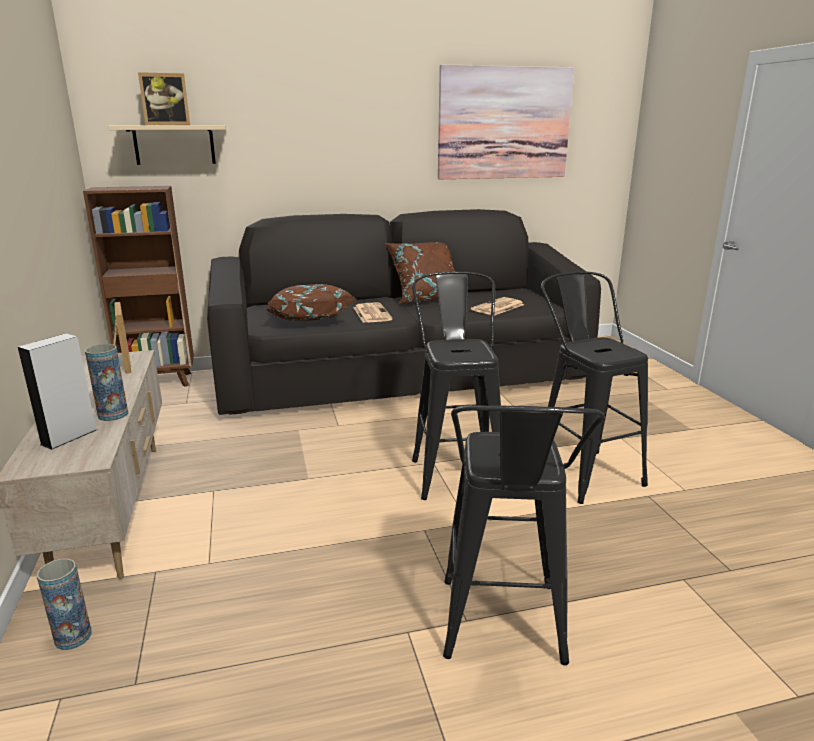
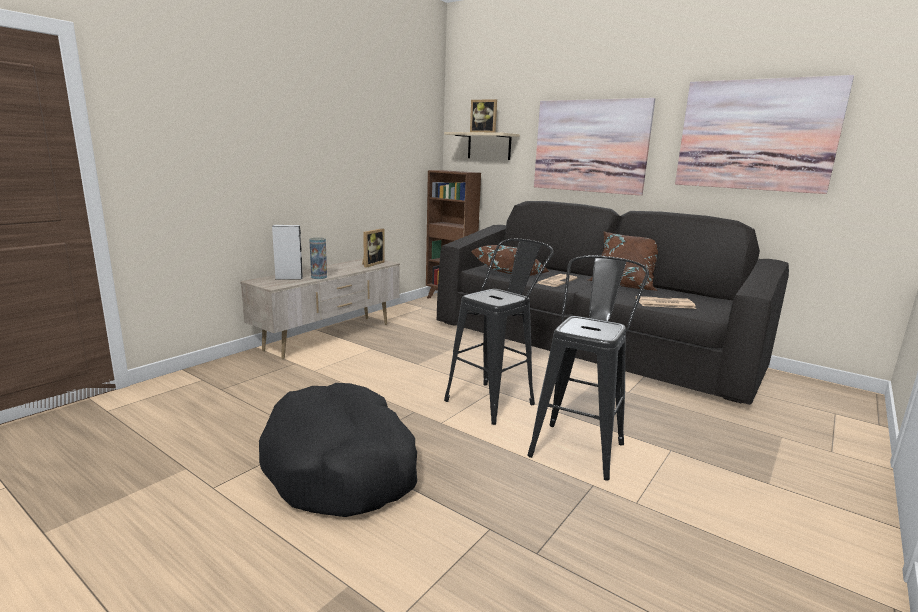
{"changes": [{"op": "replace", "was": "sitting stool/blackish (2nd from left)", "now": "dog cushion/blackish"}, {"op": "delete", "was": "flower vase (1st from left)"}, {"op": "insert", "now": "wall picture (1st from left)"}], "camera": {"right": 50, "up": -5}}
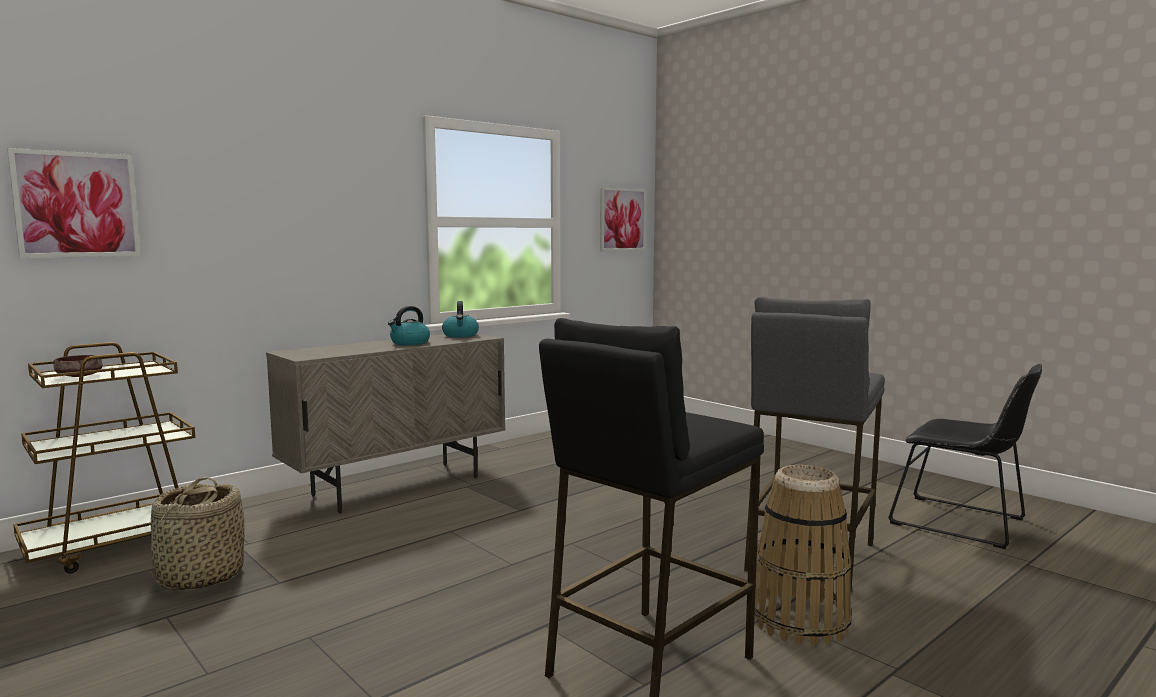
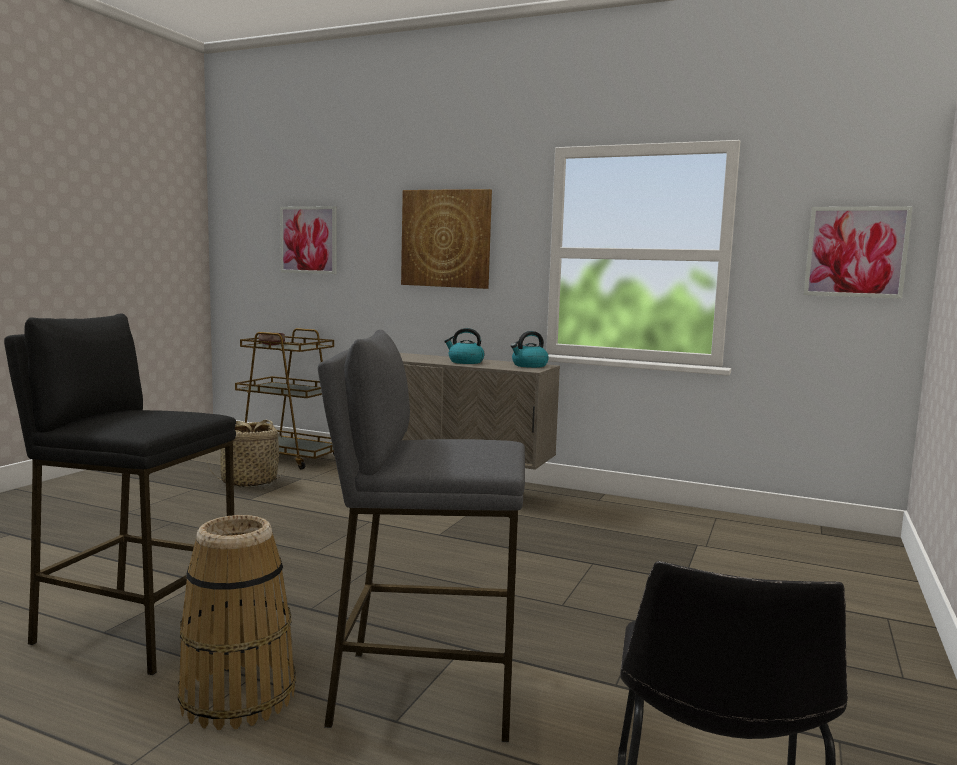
{"changes": [{"op": "insert", "now": "wall picture (2nd from left)"}], "camera": {"right": 65, "up": 0}}
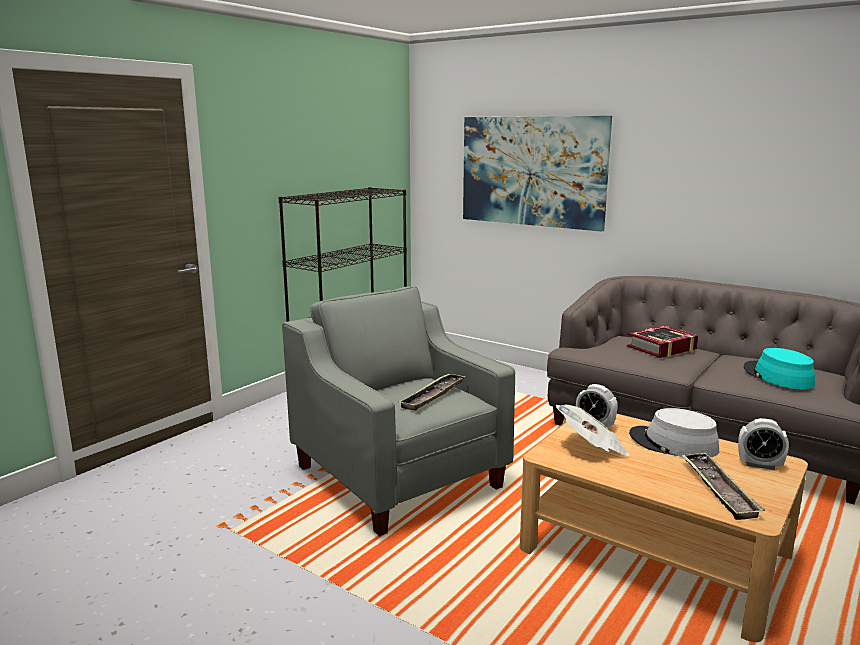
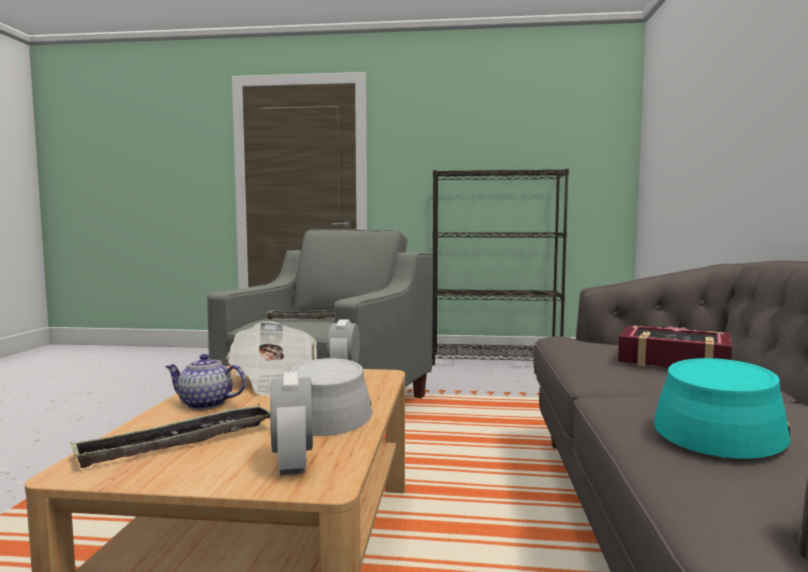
{"changes": [{"op": "delete", "was": "wall picture"}, {"op": "insert", "now": "teapot"}], "camera": {"right": 60, "up": -10}}
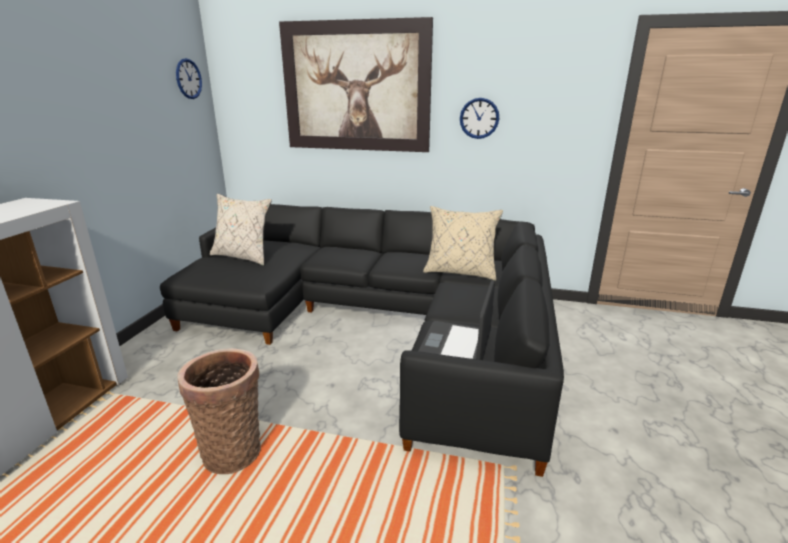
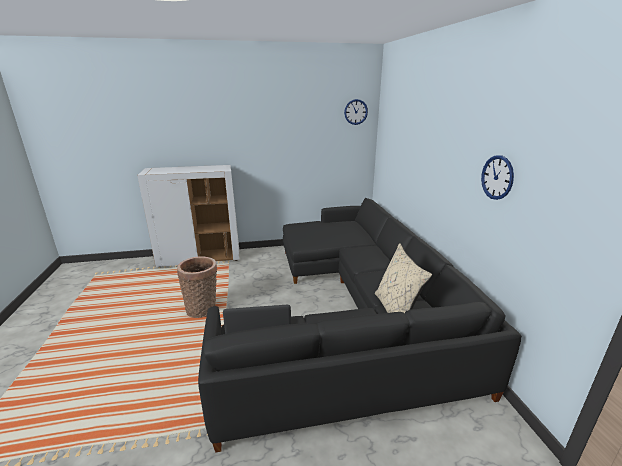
{"changes": [{"op": "delete", "was": "wall picture"}, {"op": "delete", "was": "pillow/sand-coloured (1st from left)"}], "camera": {"right": 65, "up": 0}}
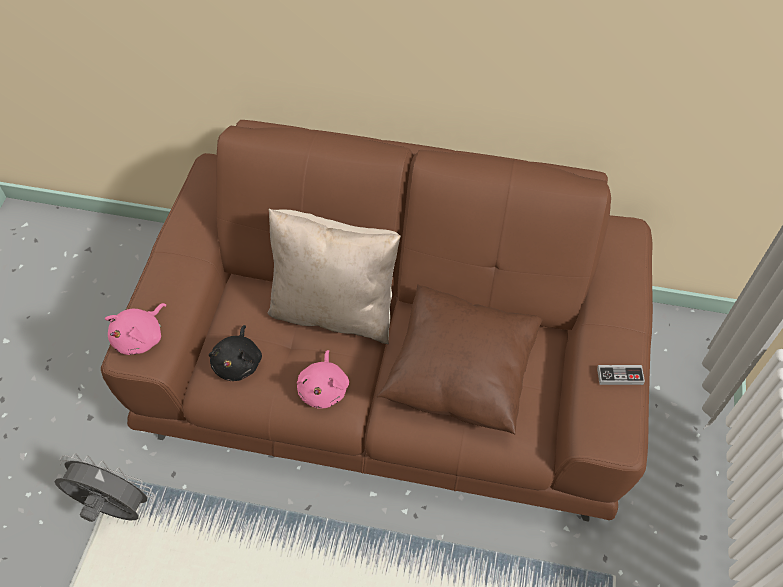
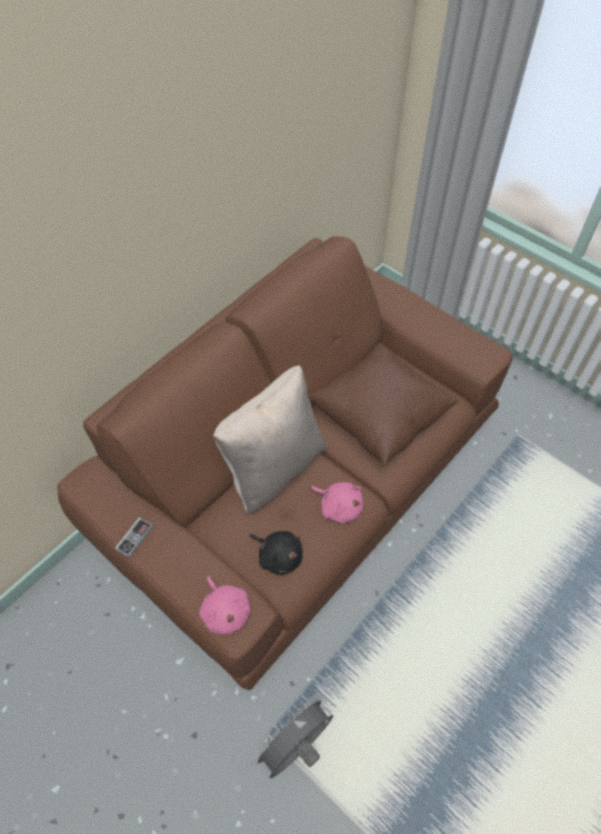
{"changes": [{"op": "move", "was": "joypad"}], "camera": {"right": -60, "up": 0}}
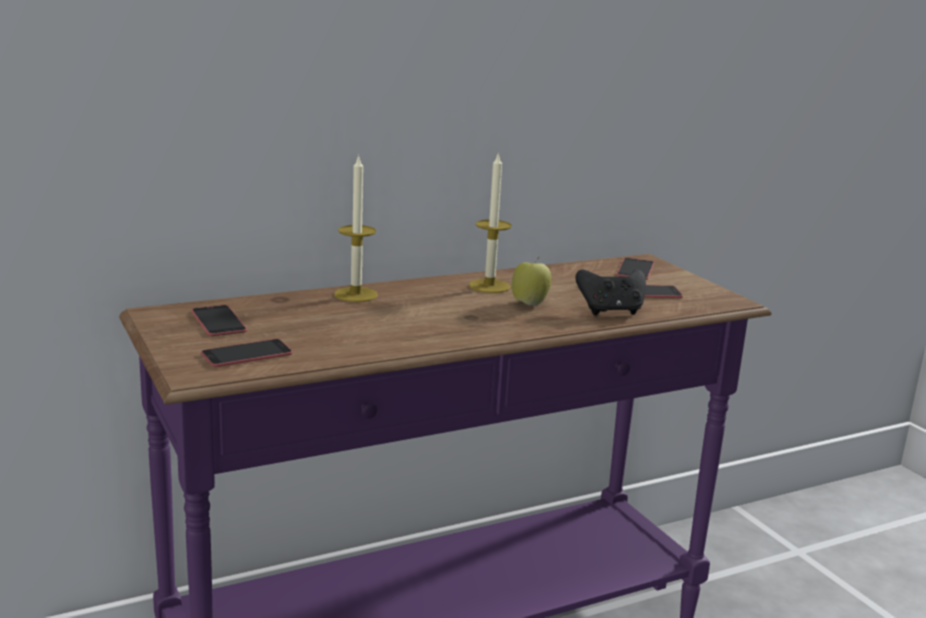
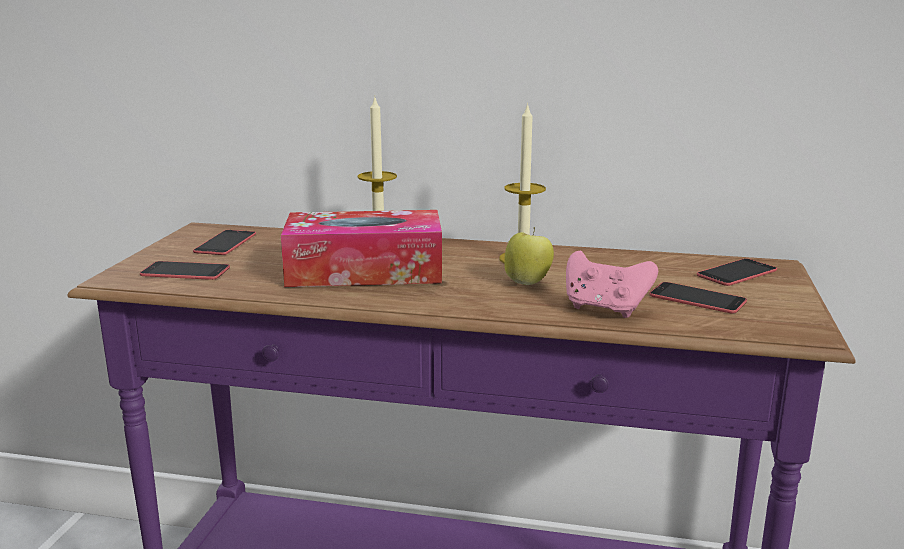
{"changes": [{"op": "recolor", "was": "joypad/blackish", "now": "joypad/pink-coloured"}, {"op": "insert", "now": "box of tissues"}], "camera": {"right": 40, "up": 0}}
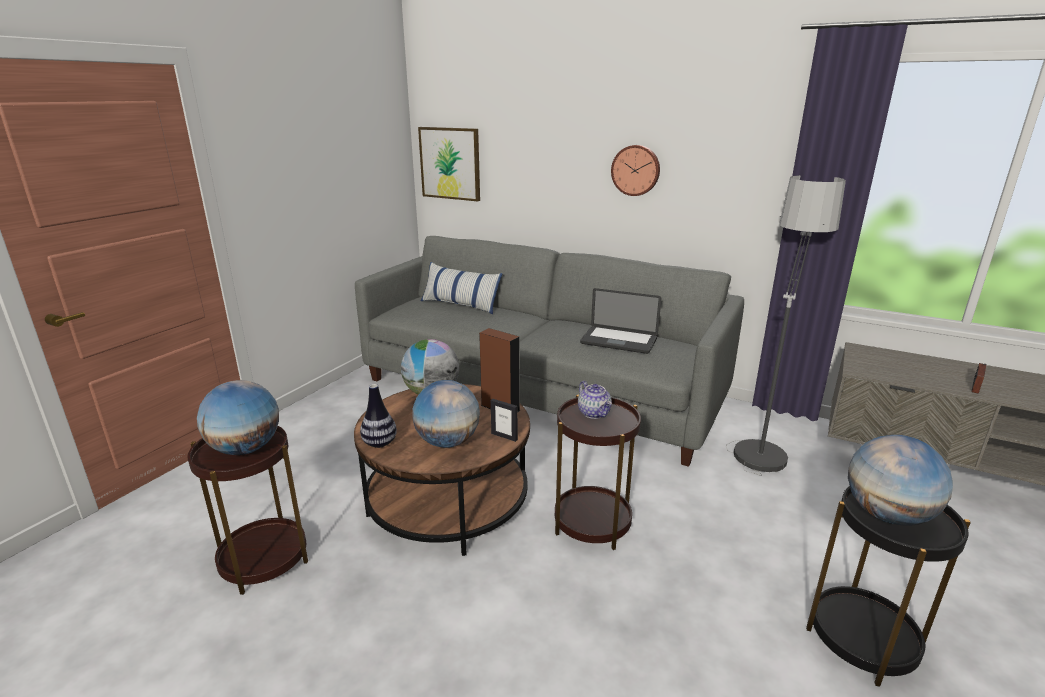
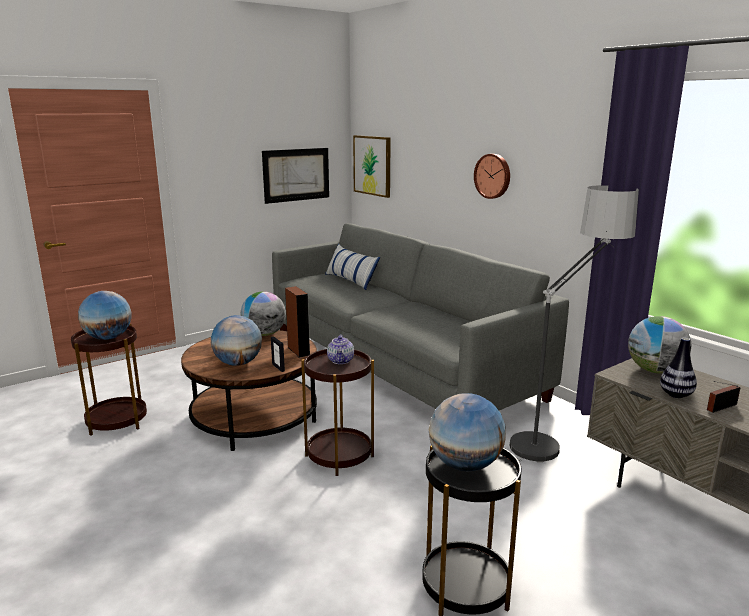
{"changes": [{"op": "delete", "was": "notebook computer"}, {"op": "move", "was": "flower vase"}, {"op": "insert", "now": "wall picture (1st from left)"}, {"op": "insert", "now": "globe (5th from left)"}], "camera": {"right": 25, "up": -5}}
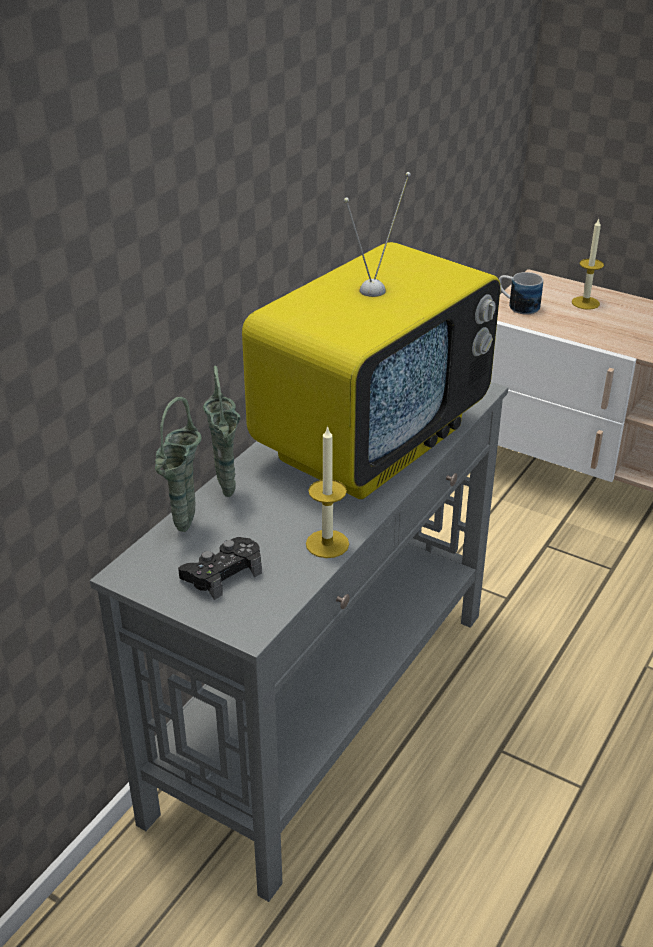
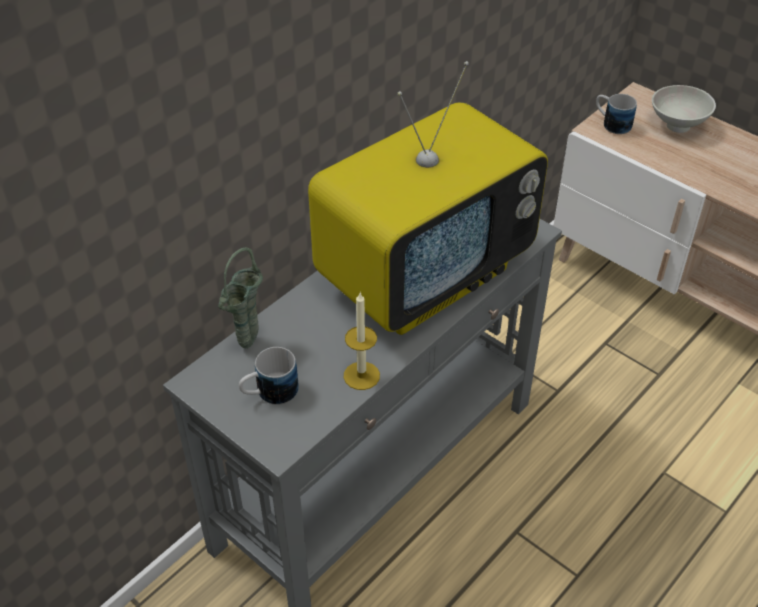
{"changes": [{"op": "replace", "was": "wax candle (2nd from left)", "now": "bowl/white-coloured"}, {"op": "delete", "was": "flower vase/green-coloured (2nd from left)"}, {"op": "replace", "was": "joypad/blackish", "now": "mug (1st from left)"}], "camera": {"right": 10, "up": 10}}
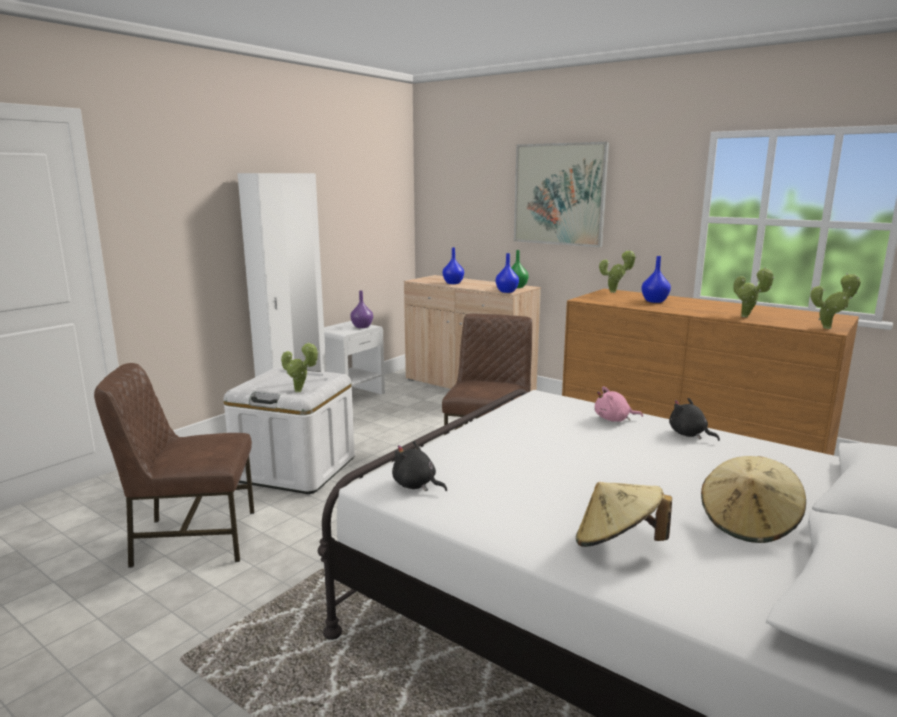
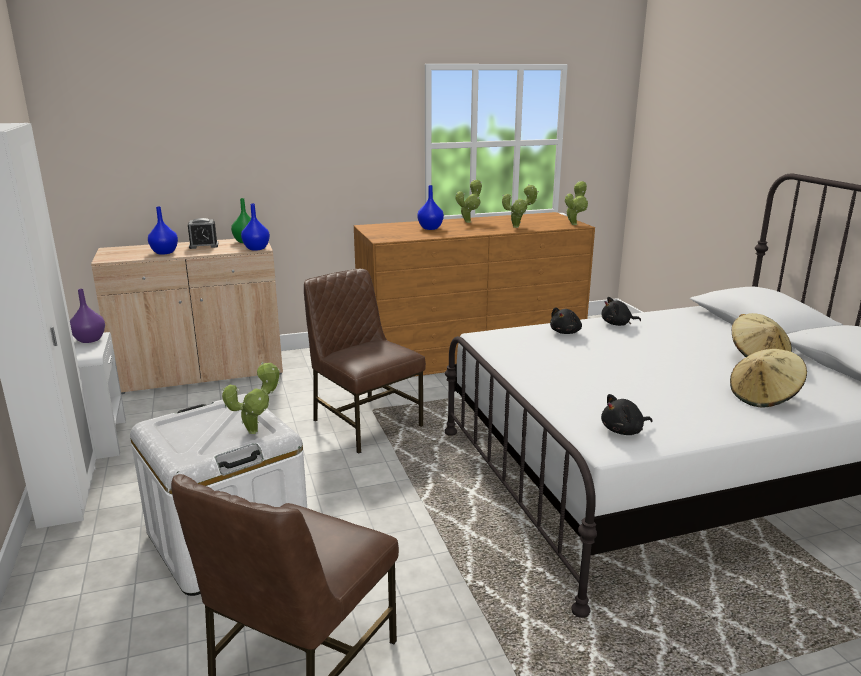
{"changes": [{"op": "delete", "was": "wall picture"}, {"op": "move", "was": "potted plant (2nd from left)"}, {"op": "recolor", "was": "cuddly toy/pink-coloured", "now": "cuddly toy/blackish (1st from left)"}, {"op": "insert", "now": "alarm clock"}], "camera": {"right": -55, "up": 5}}
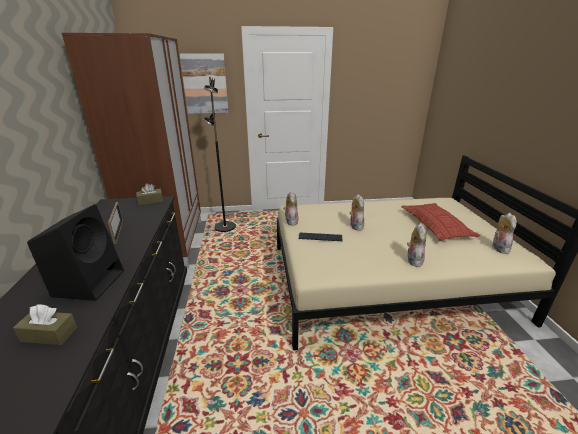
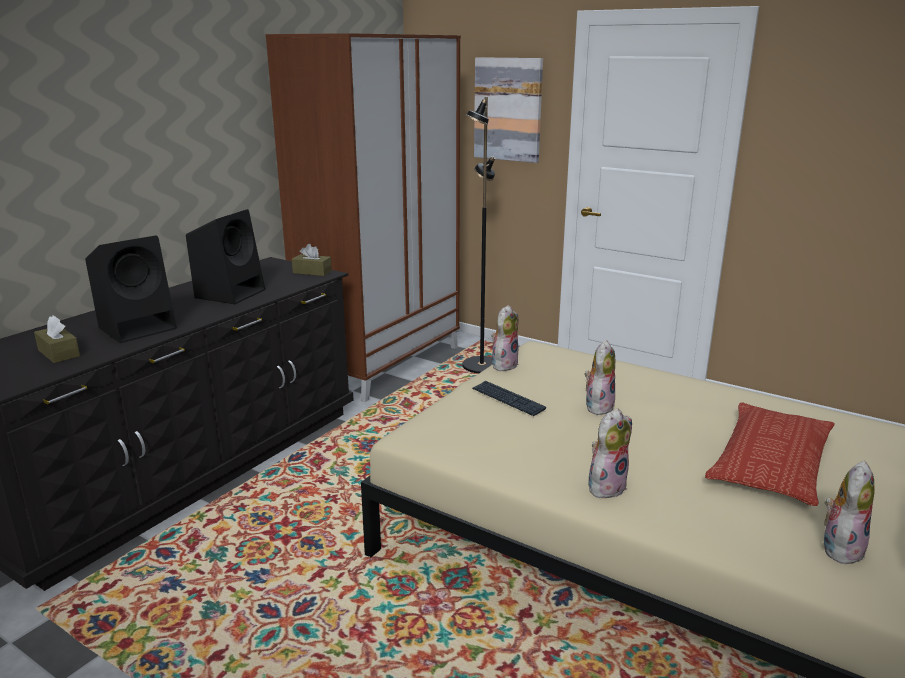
{"changes": [{"op": "replace", "was": "standing frame", "now": "loudspeaker/blackish (2nd from left)"}], "camera": {"right": 40, "up": -5}}
